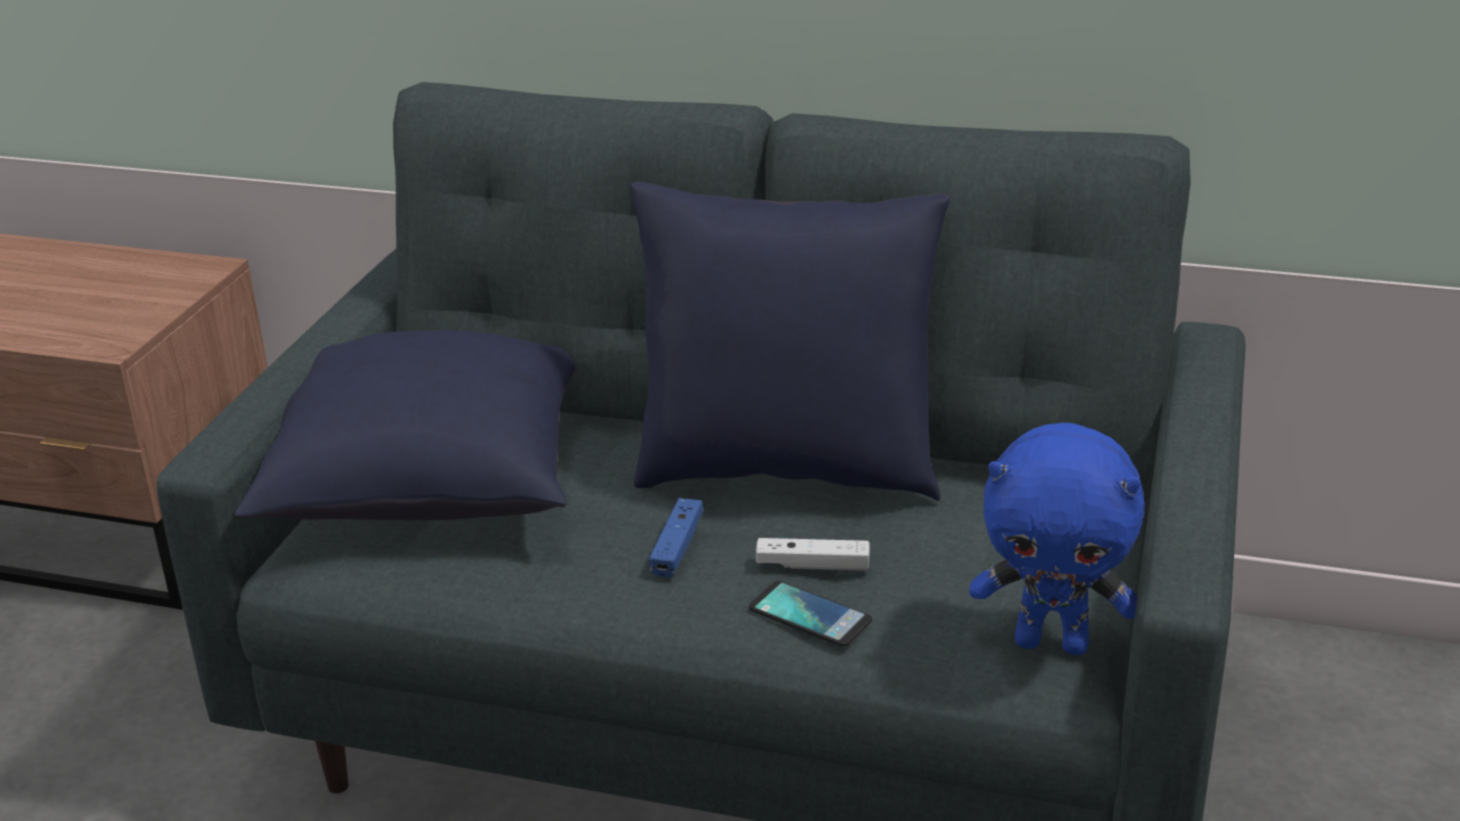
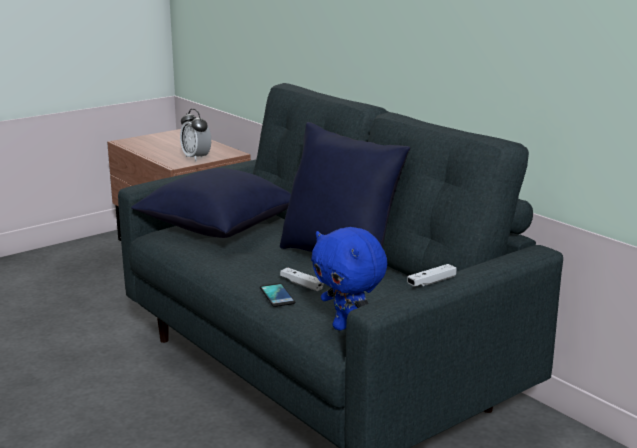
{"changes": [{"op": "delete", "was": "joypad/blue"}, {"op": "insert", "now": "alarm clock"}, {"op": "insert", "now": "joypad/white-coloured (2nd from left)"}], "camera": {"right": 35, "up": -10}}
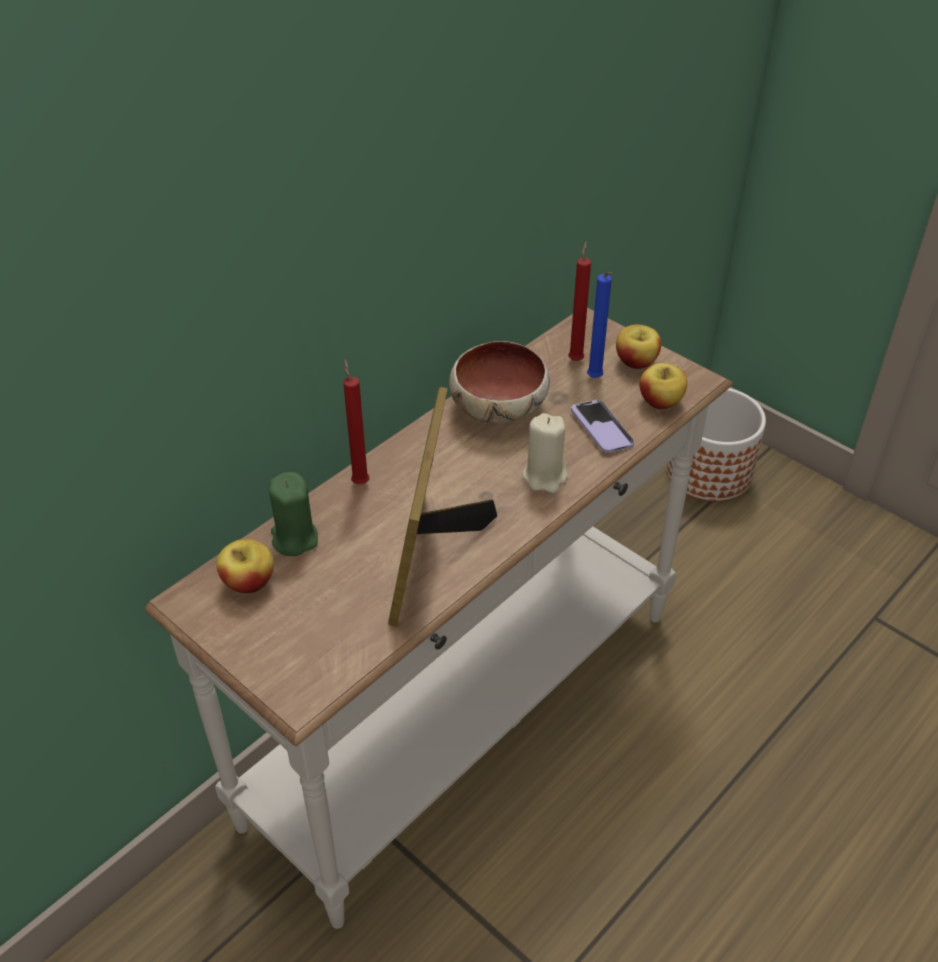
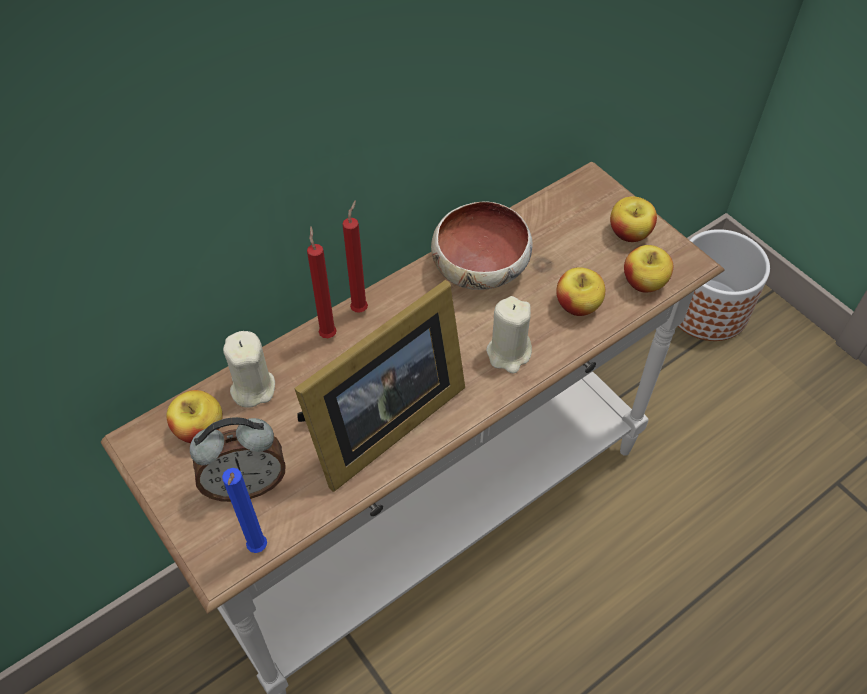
{"changes": [{"op": "move", "was": "wax candle/red-coloured (2nd from left)"}, {"op": "move", "was": "wax candle/blue"}, {"op": "rotate", "was": "standing frame", "clockwise": -150}, {"op": "replace", "was": "handset", "now": "whole apple (2nd from left)"}, {"op": "recolor", "was": "wax candle/green-coloured", "now": "wax candle/sand-coloured (1st from left)"}, {"op": "insert", "now": "alarm clock"}], "camera": {"right": 10, "up": 10}}
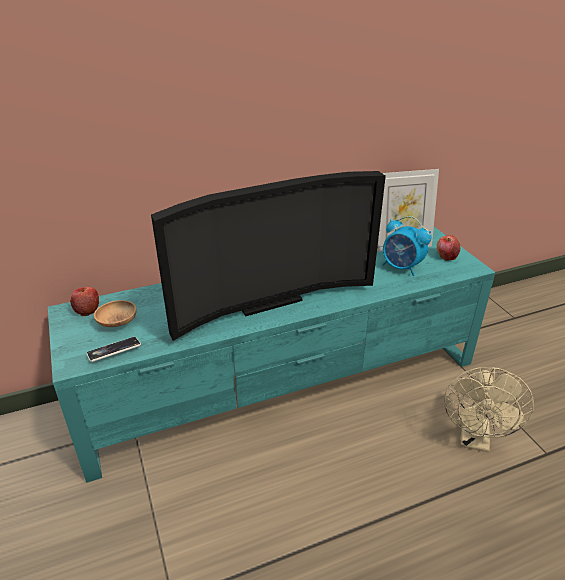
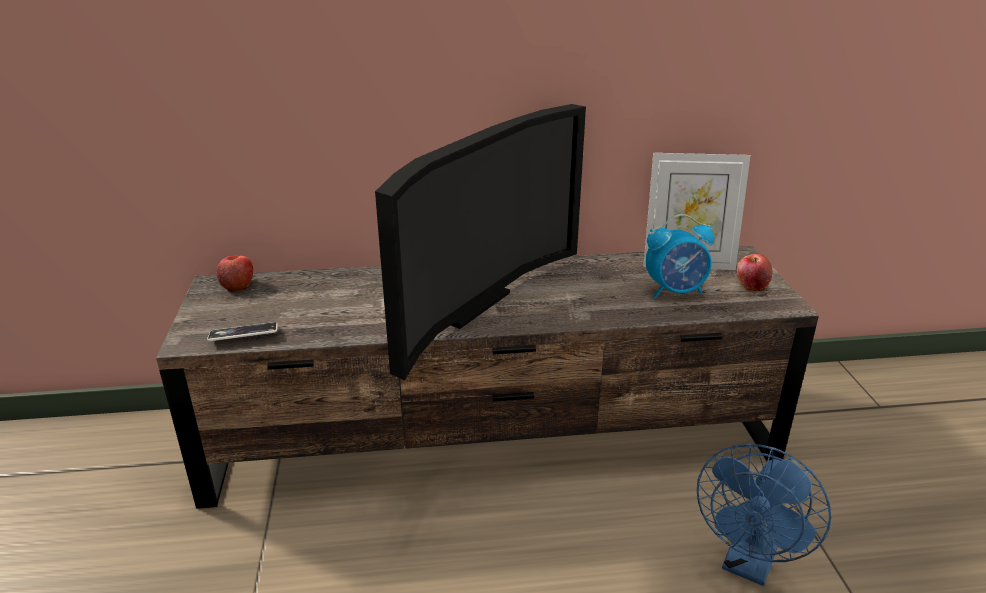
{"changes": [{"op": "rotate", "was": "TV set", "clockwise": -45}, {"op": "rotate", "was": "alarm clock", "clockwise": -60}, {"op": "recolor", "was": "media console/turquoise", "now": "media console/brown"}, {"op": "delete", "was": "bowl/brown"}, {"op": "recolor", "was": "electric fan/sand-coloured", "now": "electric fan/blue"}], "camera": {"right": 15, "up": -5}}
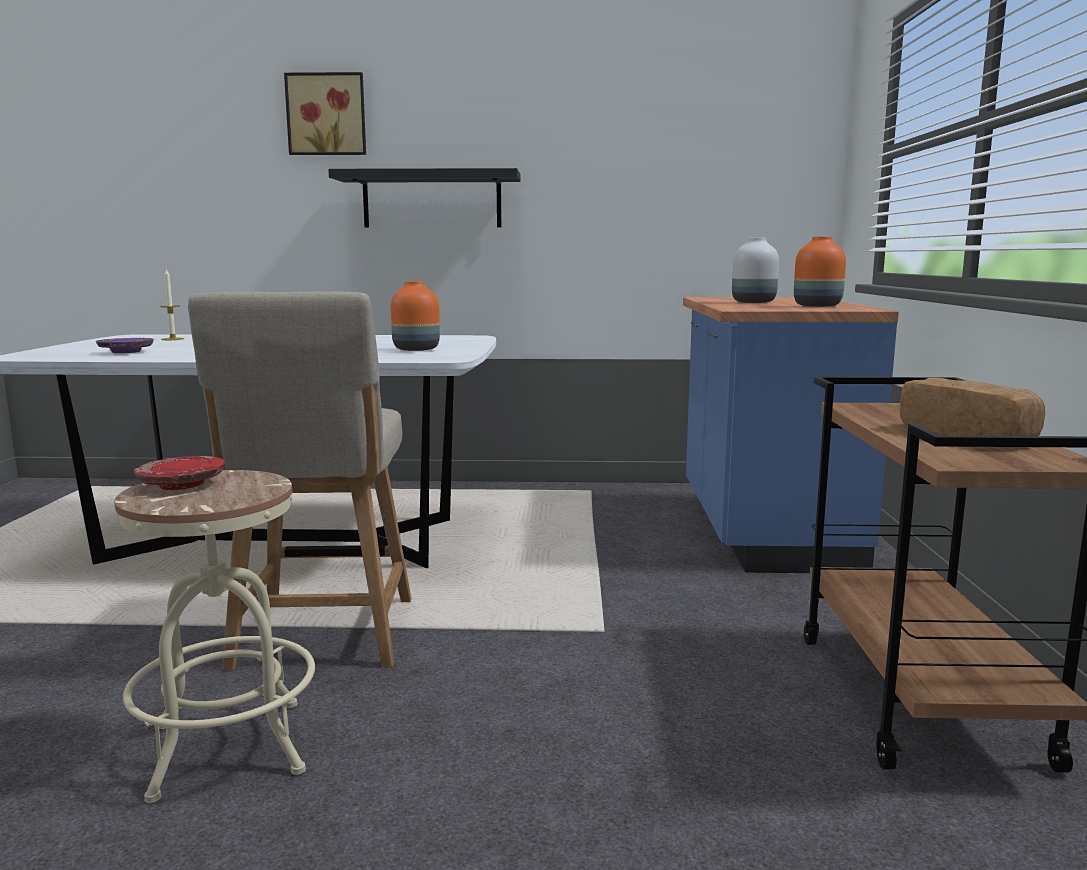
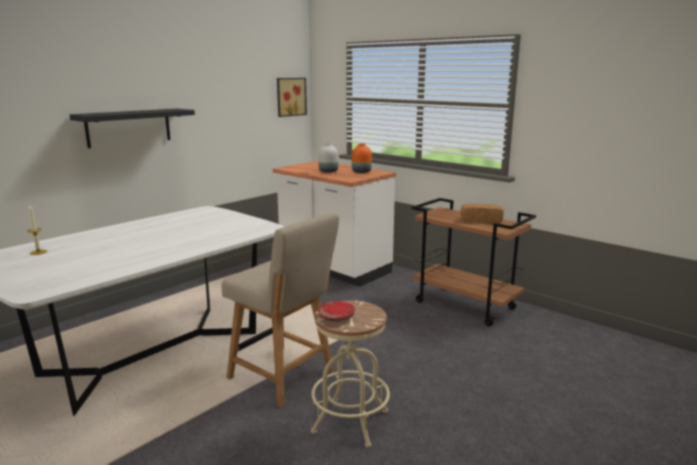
{"changes": [{"op": "move", "was": "wall picture"}, {"op": "delete", "was": "flower vase/orangey (1st from left)"}, {"op": "recolor", "was": "counter/blue", "now": "counter/white-coloured"}, {"op": "delete", "was": "flat dish/purplish"}], "camera": {"right": -50, "up": 5}}
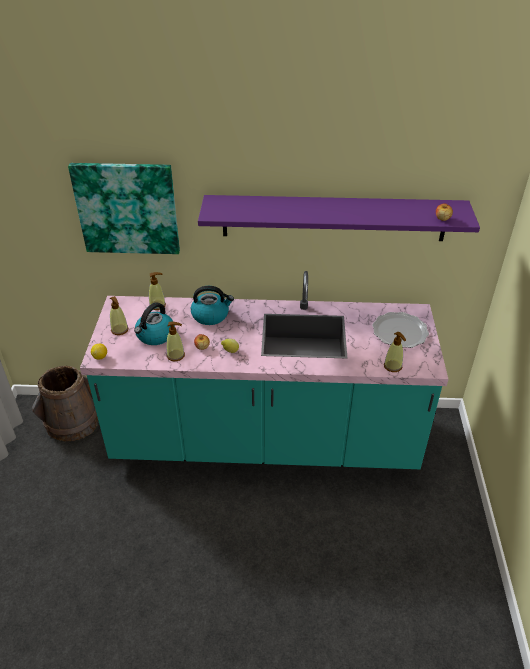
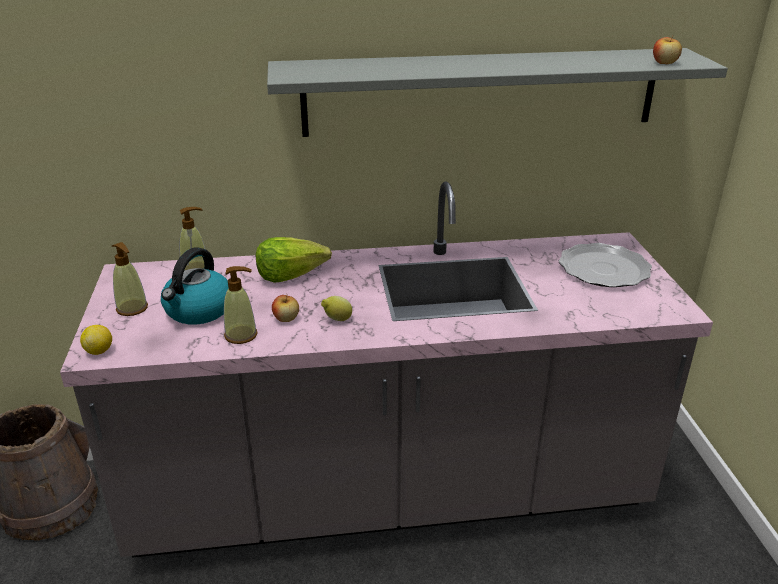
{"changes": [{"op": "delete", "was": "wall picture"}, {"op": "recolor", "was": "shelf/purplish", "now": "shelf/gray"}, {"op": "recolor", "was": "counter/turquoise", "now": "counter/gray"}, {"op": "replace", "was": "water kettle (2nd from left)", "now": "lettuce head"}, {"op": "delete", "was": "soap dispenser (4th from left)"}], "camera": {"right": -10, "up": -10}}
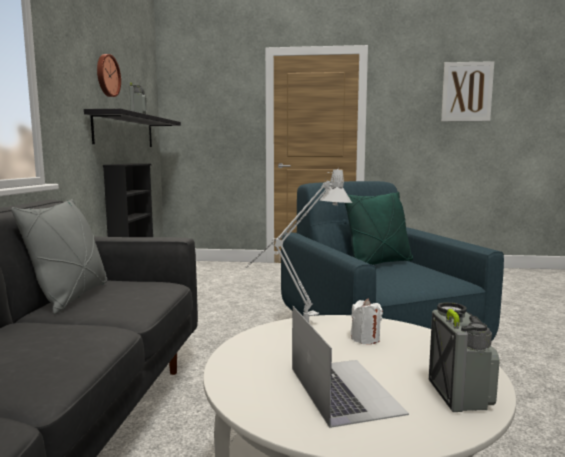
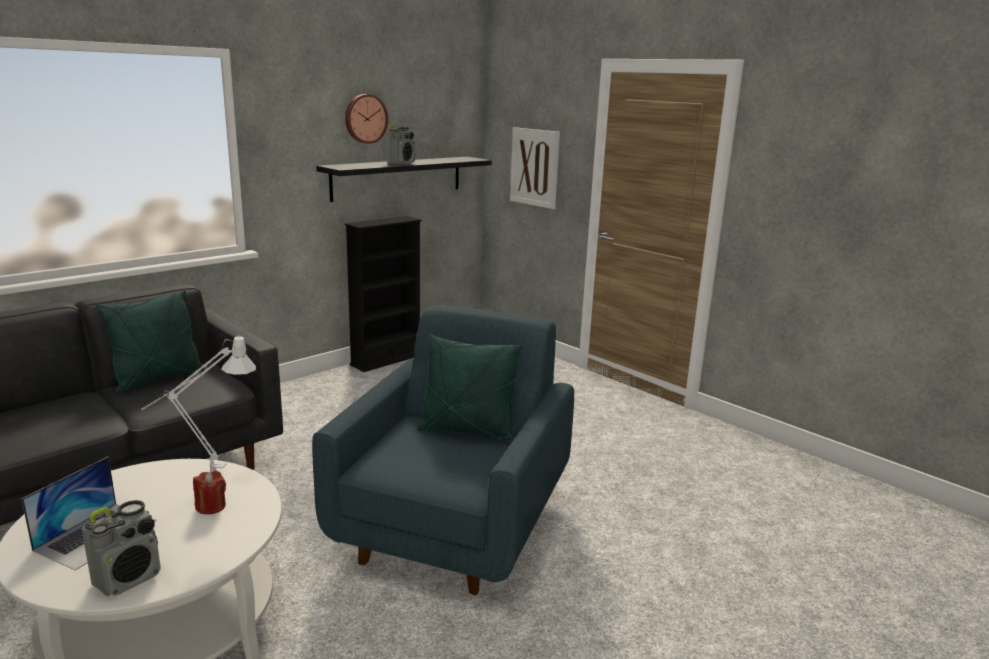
{"changes": [{"op": "move", "was": "wall picture"}, {"op": "recolor", "was": "pillow/gray", "now": "pillow/green-coloured (1st from left)"}, {"op": "recolor", "was": "wax candle/white-coloured", "now": "wax candle/red-coloured"}], "camera": {"right": 40, "up": 10}}
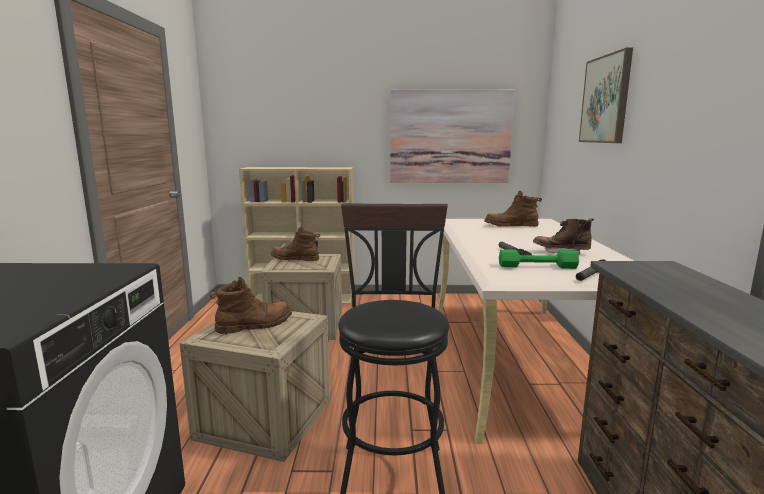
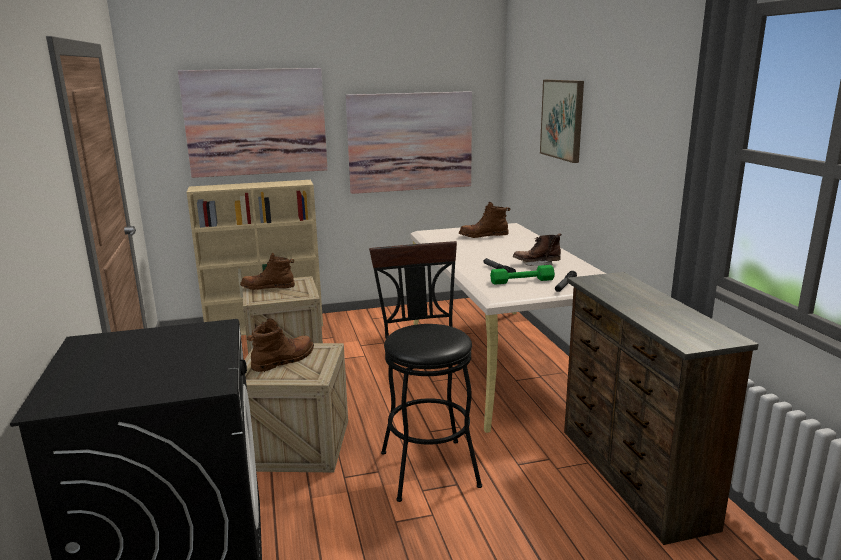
{"changes": [{"op": "insert", "now": "wall picture (1st from left)"}], "camera": {"right": -15, "up": 5}}
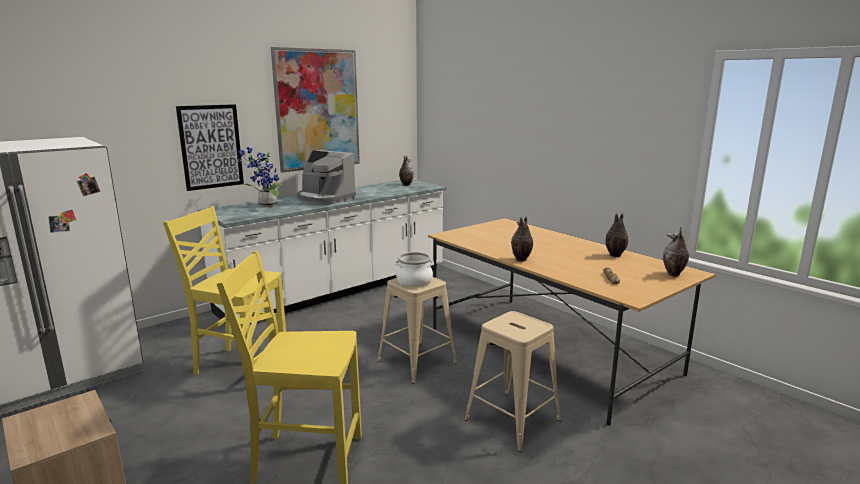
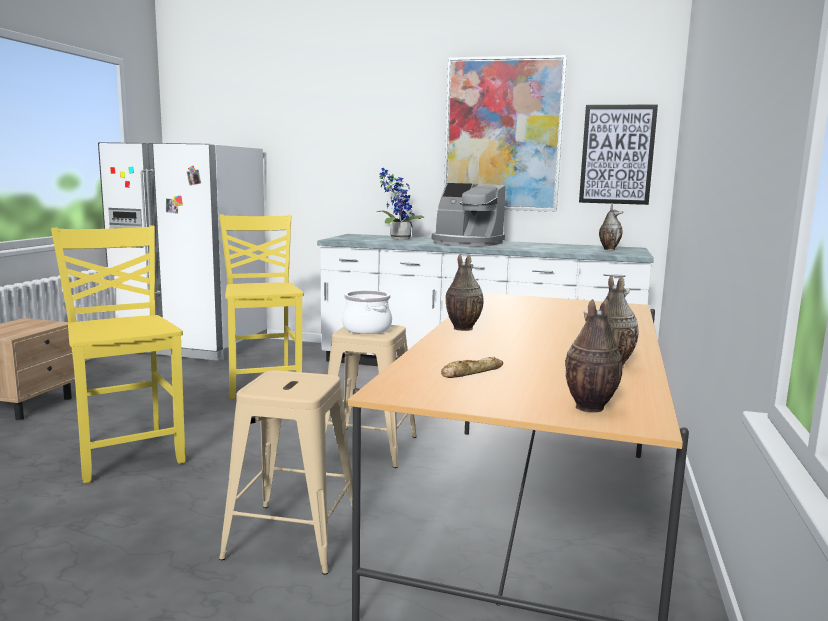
{"changes": [{"op": "move", "was": "wall picture (1st from left in the first image)", "now": "wall picture (2nd from left)"}, {"op": "rotate", "was": "coffee brewer", "clockwise": -60}], "camera": {"right": 55, "up": -5}}
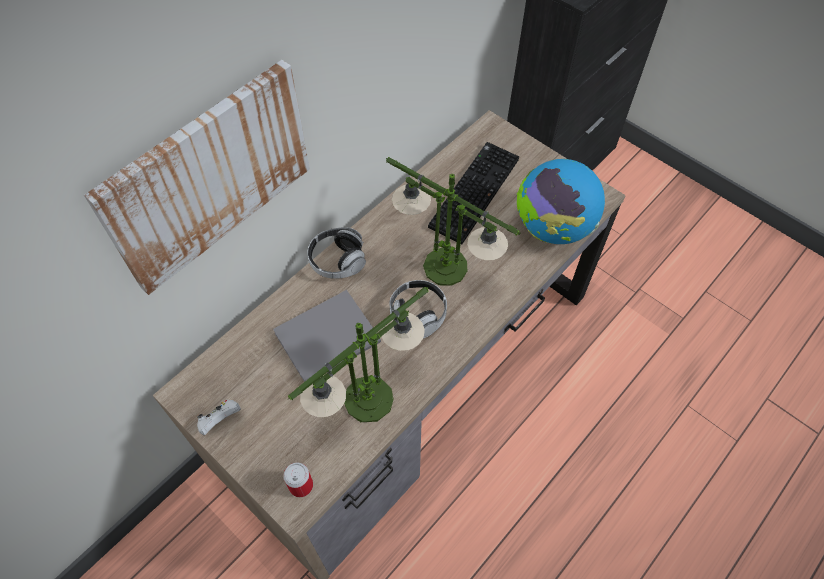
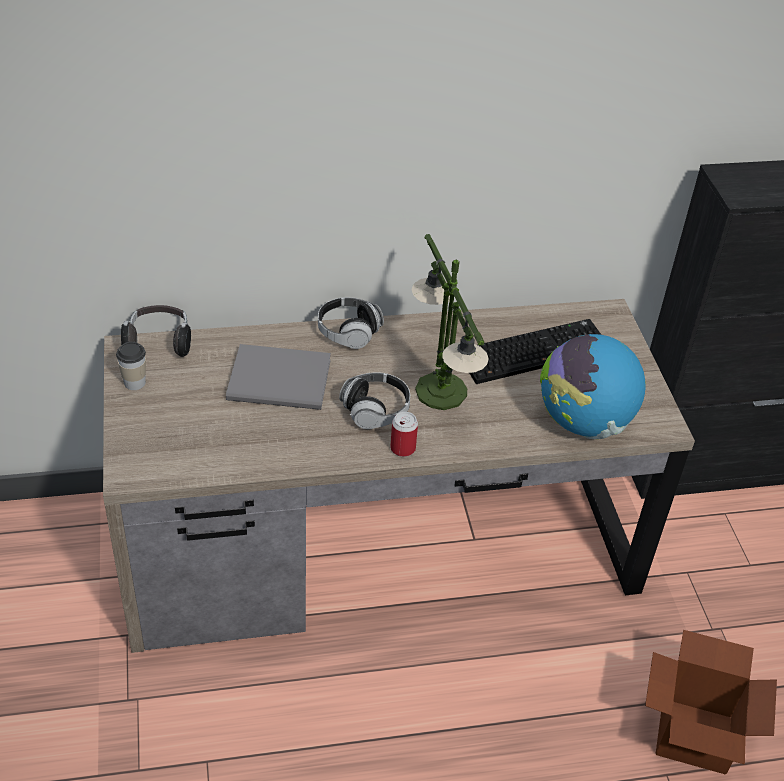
{"changes": [{"op": "delete", "was": "wall picture"}, {"op": "delete", "was": "tabletop lamp (1st from left)"}, {"op": "replace", "was": "joypad/white-coloured", "now": "cup"}, {"op": "move", "was": "sealed can"}, {"op": "insert", "now": "headphones (1st from left)"}, {"op": "insert", "now": "cardboard box"}], "camera": {"right": 35, "up": -15}}
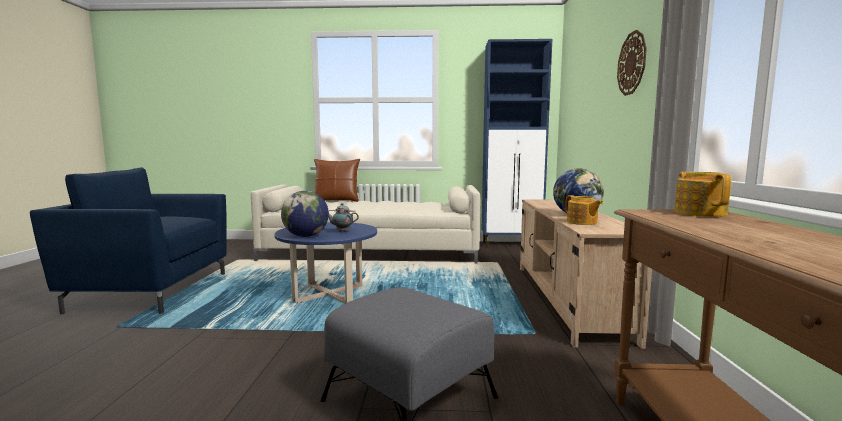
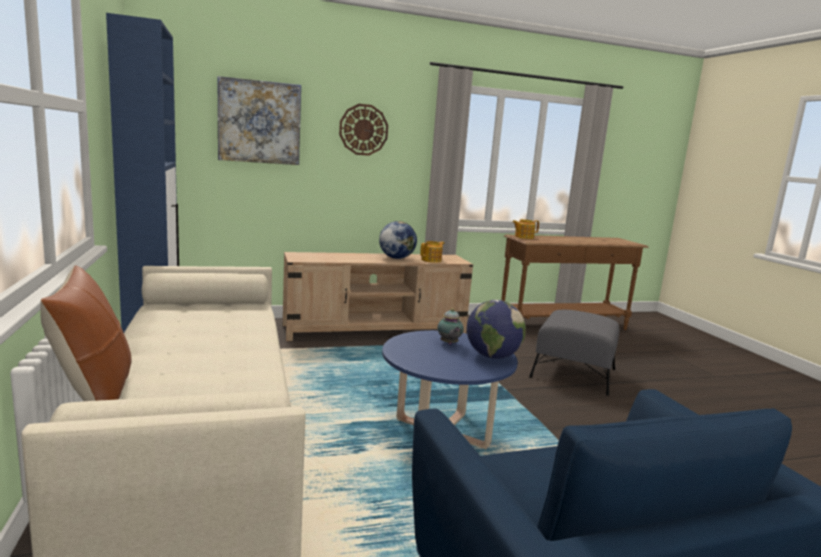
{"changes": [{"op": "insert", "now": "wall picture"}], "camera": {"right": -110, "up": 5}}
